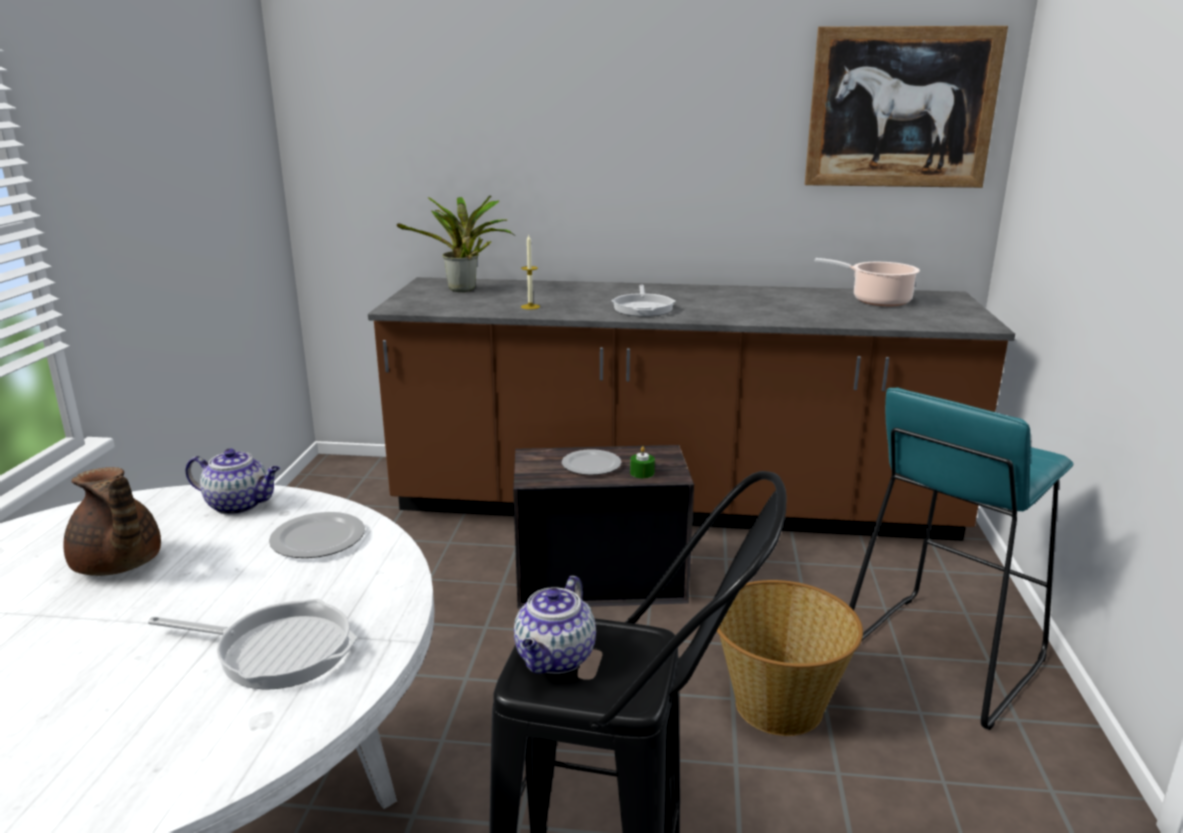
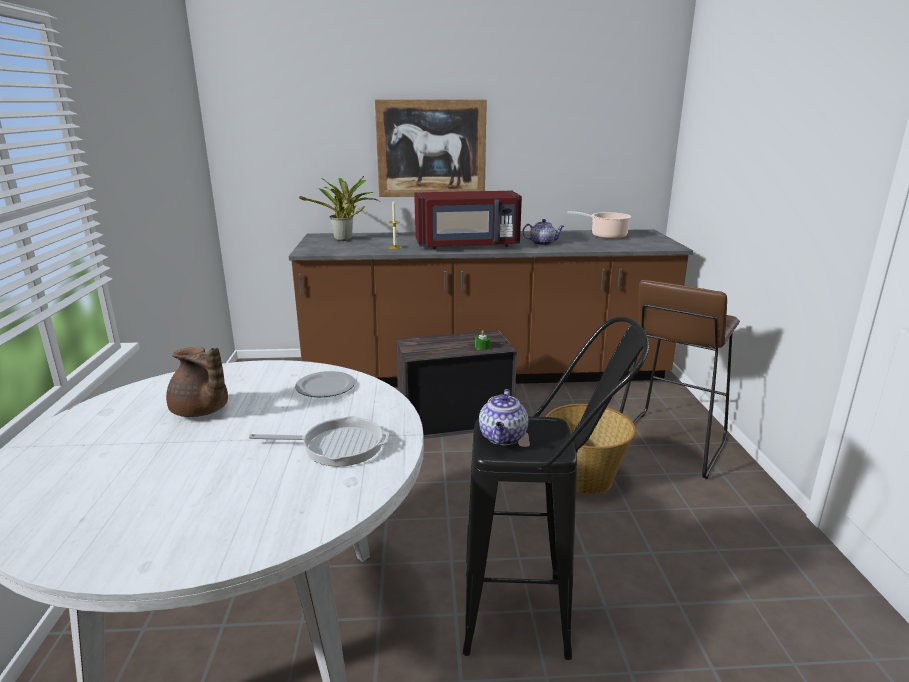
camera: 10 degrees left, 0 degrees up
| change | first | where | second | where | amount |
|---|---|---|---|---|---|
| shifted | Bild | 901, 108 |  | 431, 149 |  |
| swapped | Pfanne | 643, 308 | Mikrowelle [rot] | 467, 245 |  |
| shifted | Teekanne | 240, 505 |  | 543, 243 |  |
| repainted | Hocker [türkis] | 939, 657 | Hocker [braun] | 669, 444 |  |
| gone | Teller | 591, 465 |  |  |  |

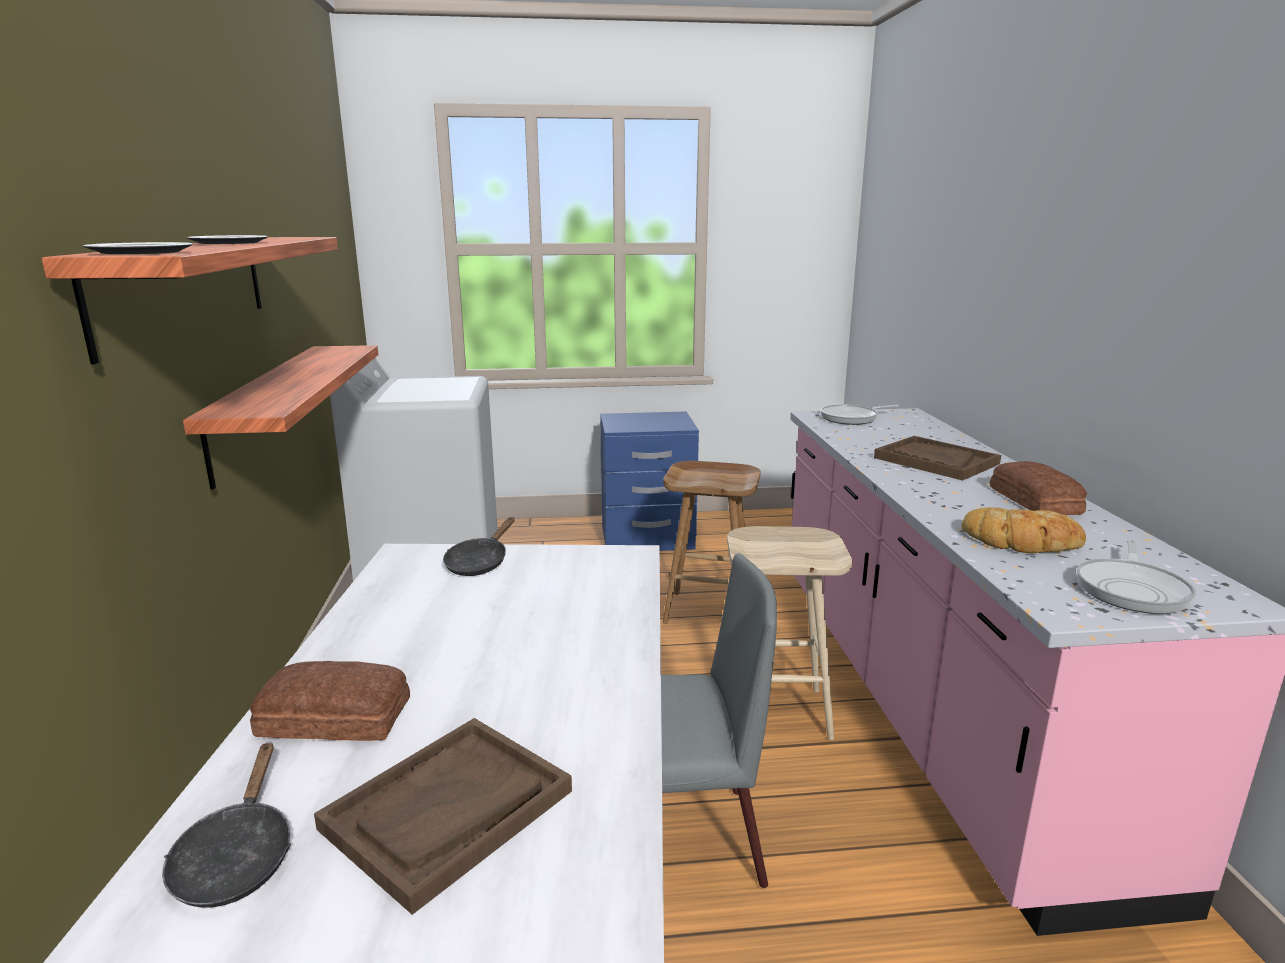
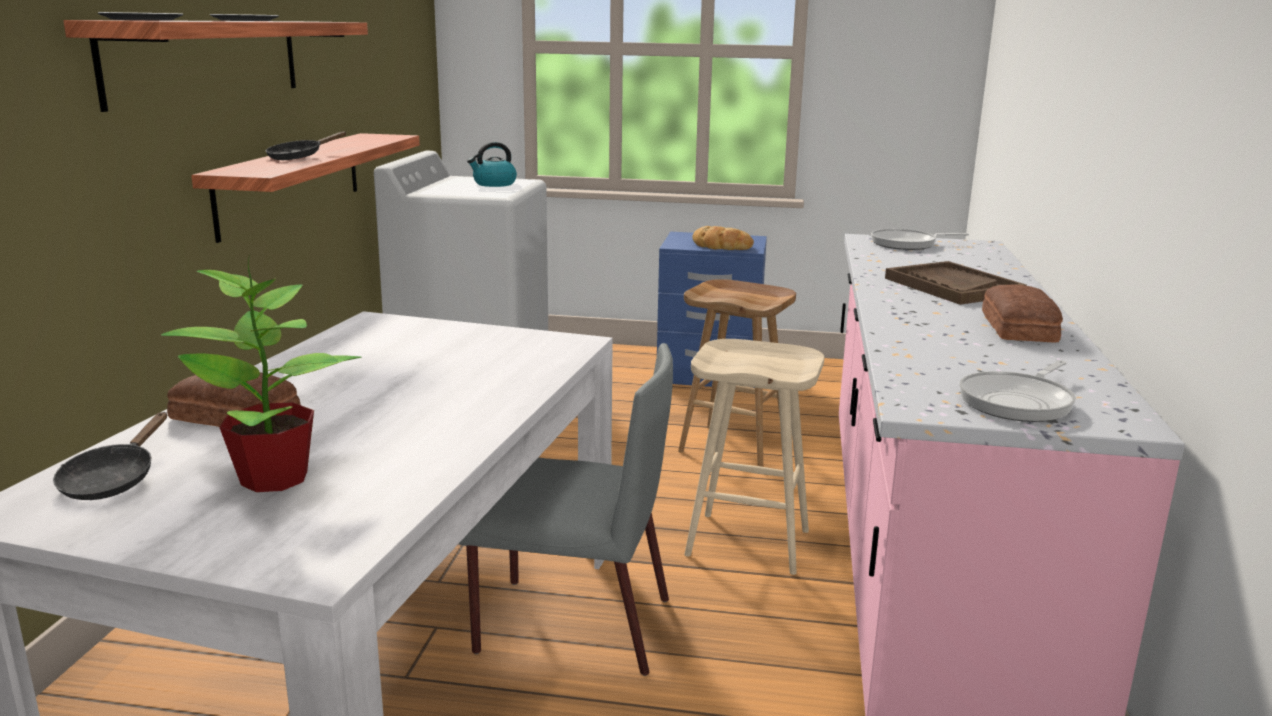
camera: 15 degrees right, 0 degrees up
| change | first | where | second | where | amount |
|---|---|---|---|---|---|
| swapped | Tablett [braun] | 448, 810 | Topfpflanze | 276, 478 |  |
| shifted | Pfanne [schwarz] | 479, 563 |  | 299, 157 |  |
| new |  |  | Wasserkessel | 494, 184 |  |
| shifted | Brot | 1022, 541 |  | 720, 246 |  |

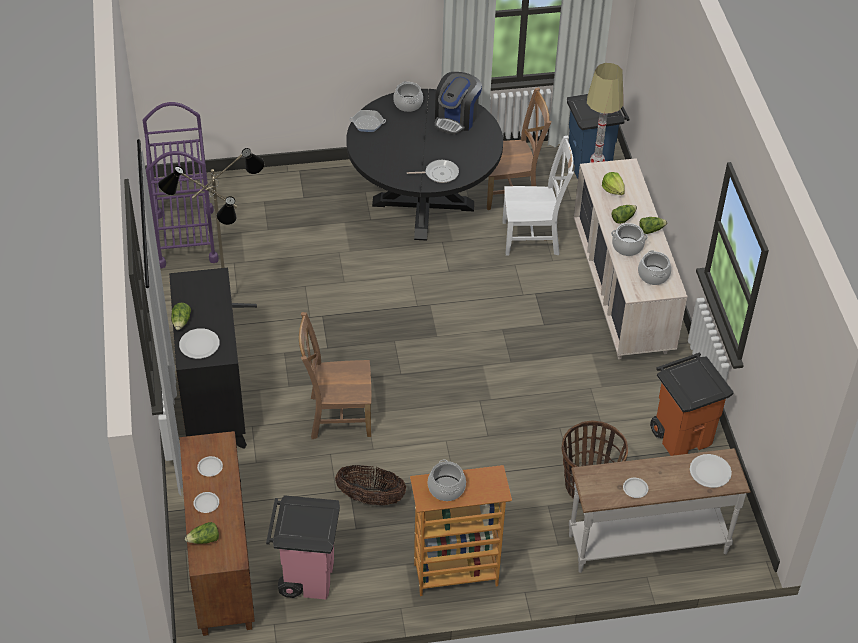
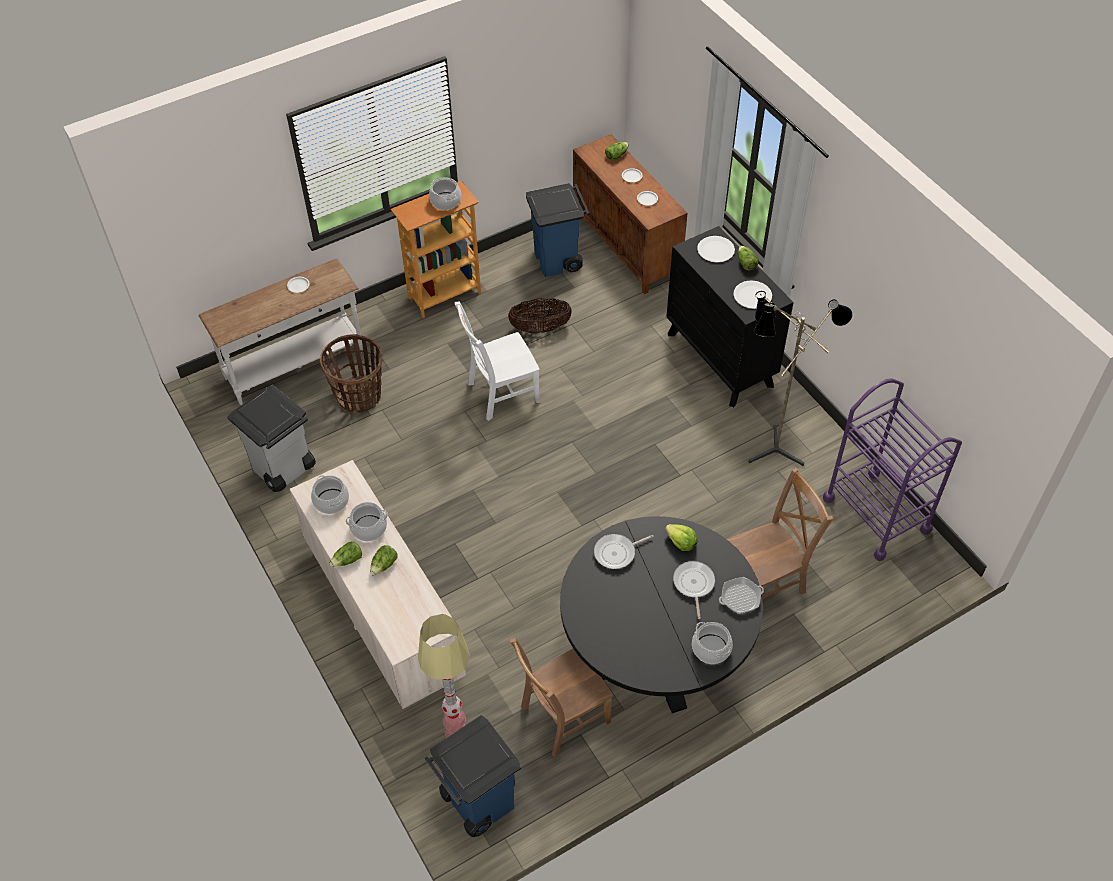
camera: 160 degrees right, 5 degrees up
| change | first | where | second | where | amount |
|---|---|---|---|---|---|
| repainted | Mülleimer [orange] | 682, 436 | Mülleimer [grau] | 283, 470 |  |
| shifted | Stuhl [weiß] | 533, 238 |  | 500, 393 |  |
| repainted | Mülleimer [rosa] | 307, 576 | Mülleimer [blau] | 558, 260 |  |
| shifted | Salatkopf | 613, 189 |  | 681, 542 |  |
| new |  |  | Pfanne | 693, 584 |  |
| shifted | Stuhl [braun] | 337, 416 |  | 767, 580 |  |
| shifted | Teller [weiß] | 710, 472 |  | 752, 296 |  |
| gone | Kaffeemaschine | 456, 118 |  |  |  |

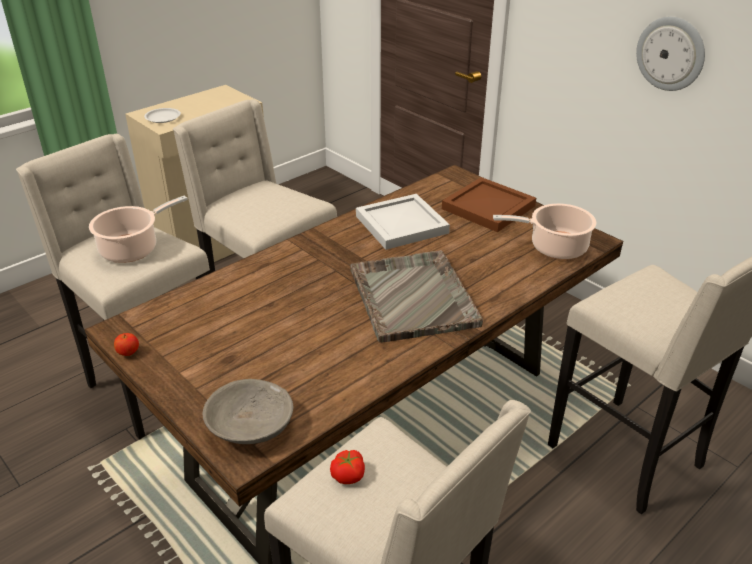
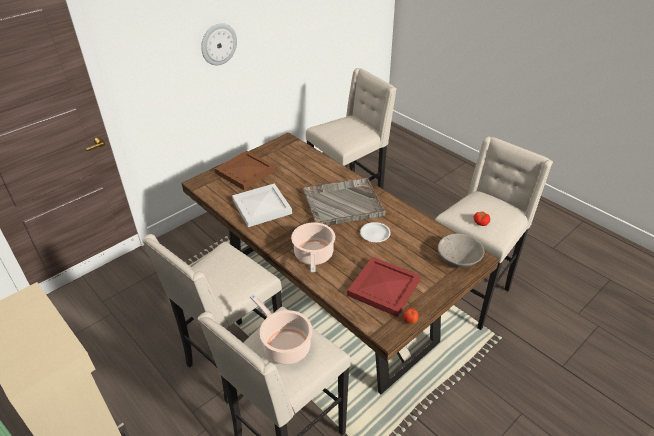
camera: 90 degrees left, 5 degrees up
| change | first | where | second | where | amount |
|---|---|---|---|---|---|
| shifted | Kochtopf | 554, 247 |  | 313, 256 |  |
| new |  |  | Tablett [rot] | 383, 287 |  |
| shifted | Teller [weiß] | 163, 118 |  | 374, 234 |  |

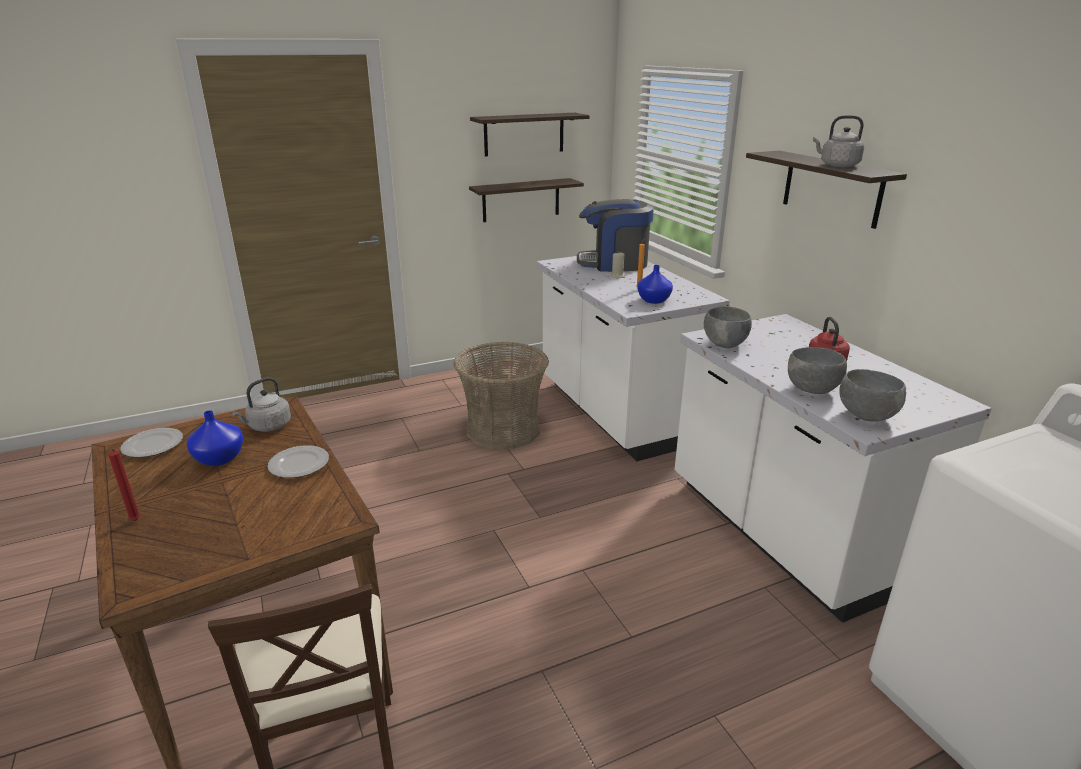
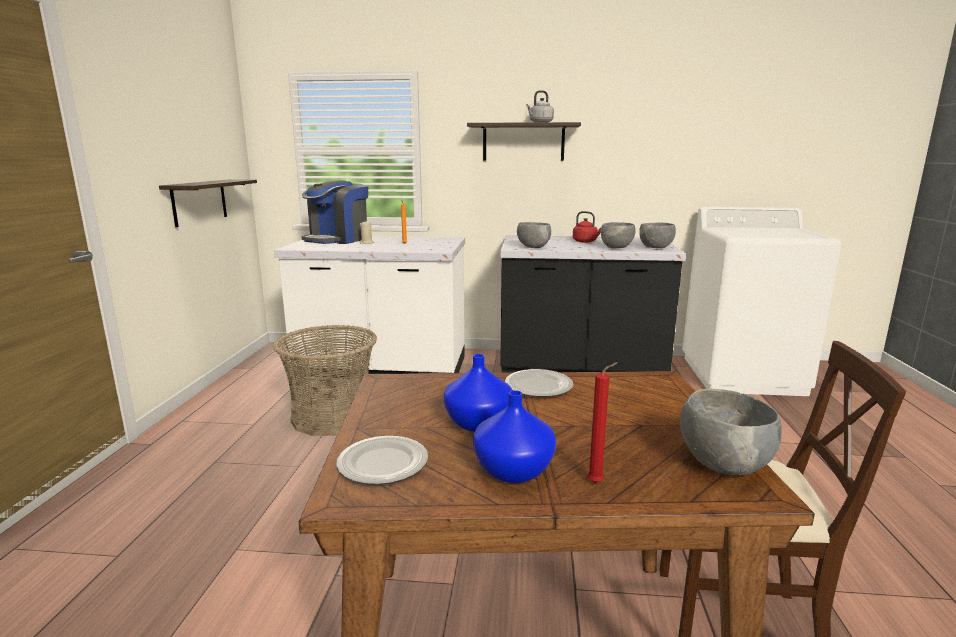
camera: 60 degrees left, 10 degrees down
| change | first | where | second | where | amount |
|---|---|---|---|---|---|
| shifted | Vase [blau] | 653, 300 |  | 514, 472 |  |
| repainted | Küchenzeile [weiß] | 785, 533 | Küchenzeile [schwarz] | 580, 369 |  |
| new |  |  | Schüssel [grau] | 722, 465 |  |
| gone | Wasserkessel [grau] | 268, 426 |  |  |  |
| gone | Wandregal | 524, 134 |  |  |  |

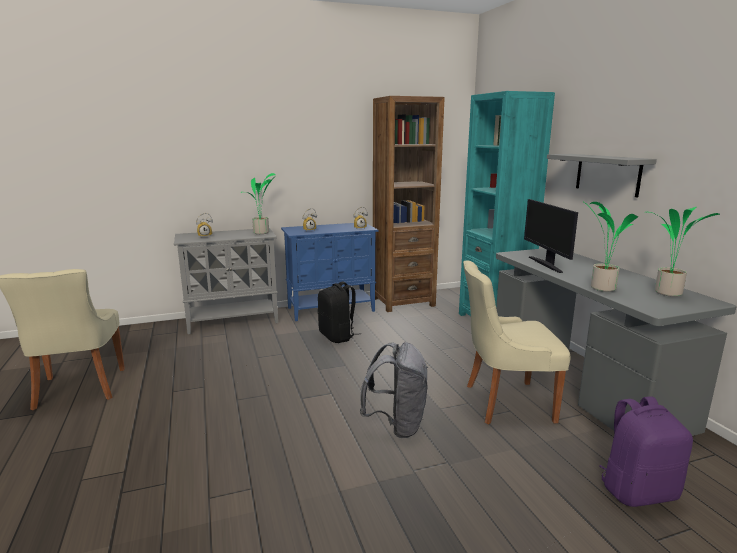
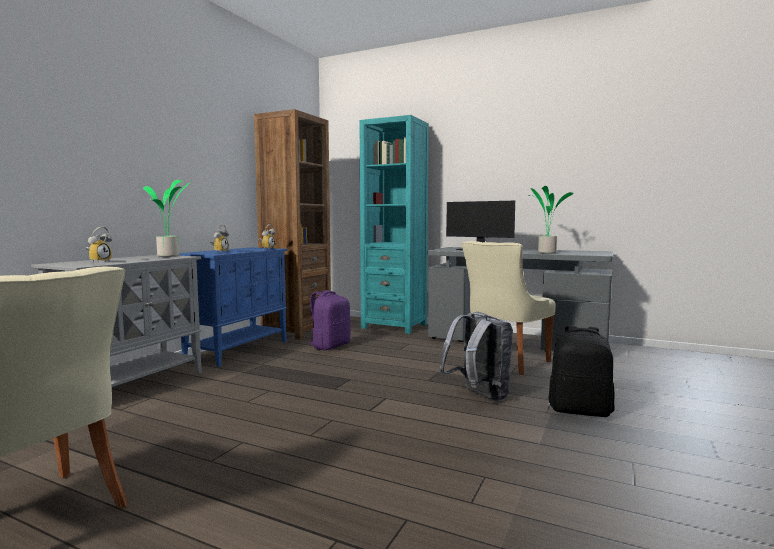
camera: 45 degrees left, 10 degrees down
| change | first | where | second | where | amount |
|---|---|---|---|---|---|
| shifted | Rucksack [lila] | 638, 491 |  | 330, 346 |  |
| shifted | Rucksack [schwarz] | 337, 336 |  | 580, 410 |  |
| gone | Wandregal [grau] | 607, 174 |  |  |  |
| gone | Topfpflanze | 666, 293 |  |  |  |

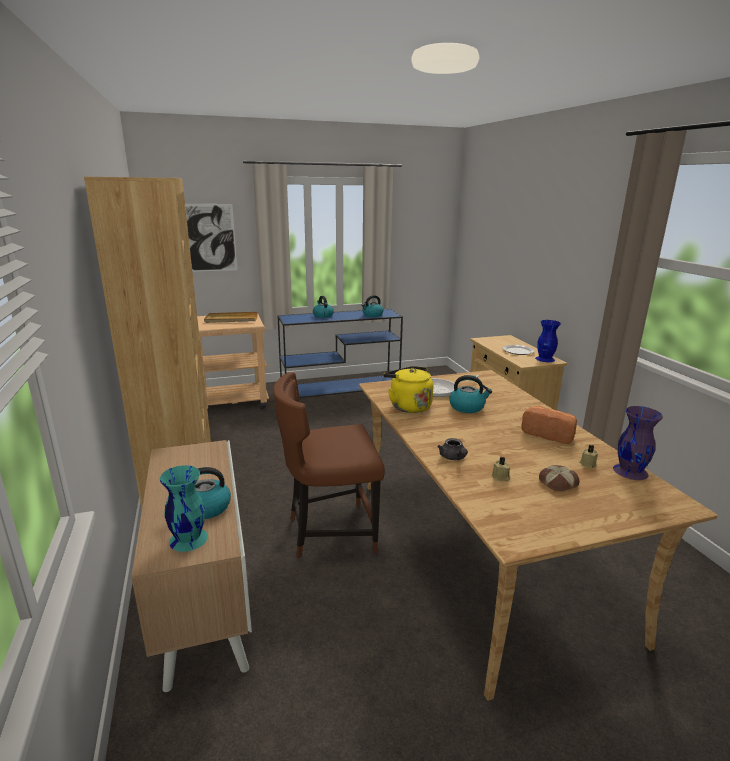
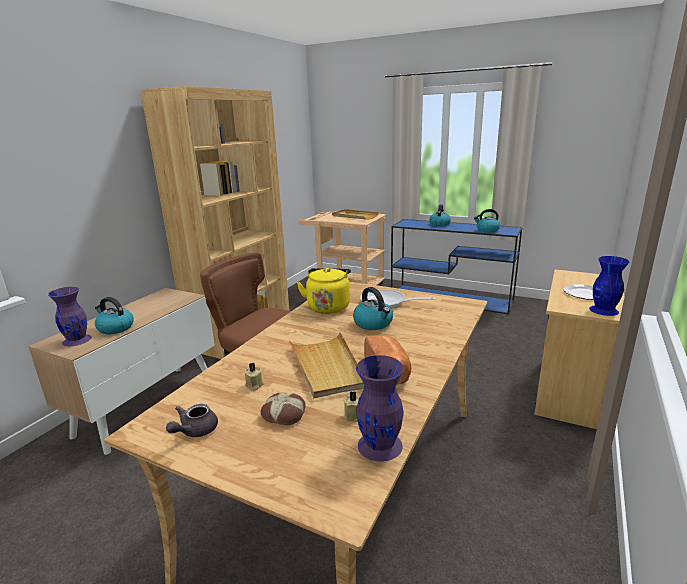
camera: 45 degrees right, 0 degrees up
| change | first | where | second | where | amount |
|---|---|---|---|---|---|
| repainted | Vase [türkis] | 188, 538 | Vase [lila] | 77, 340 |  |
| shifted | Teekanne [grau] | 453, 458 |  | 195, 431 |  |
| new |  |  | Tablett [beige] | 327, 367 |  |
| gone | Bild | 209, 238 |  |  |  |

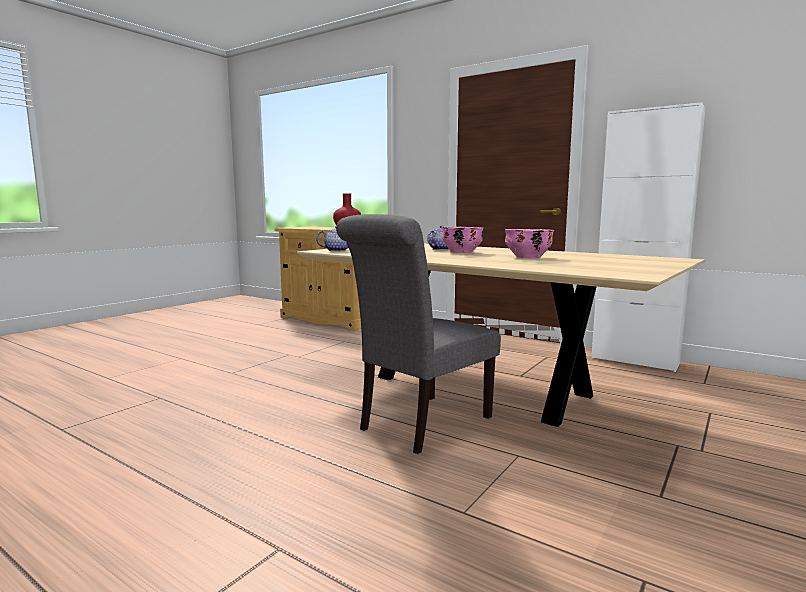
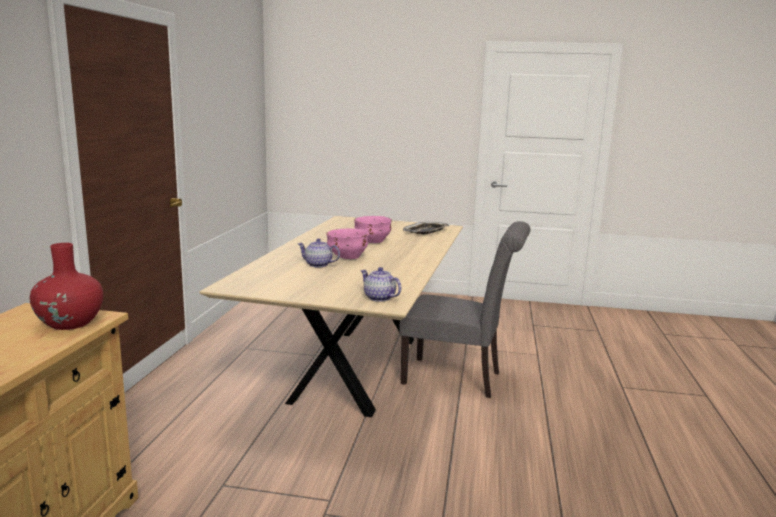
camera: 115 degrees left, 5 degrees up
| change | first | where | second | where | amount |
|---|---|---|---|---|---|
| new |  |  | Tablett | 426, 231 |  |
| gone | Schrank [weiß] | 635, 360 |  |  |  |

